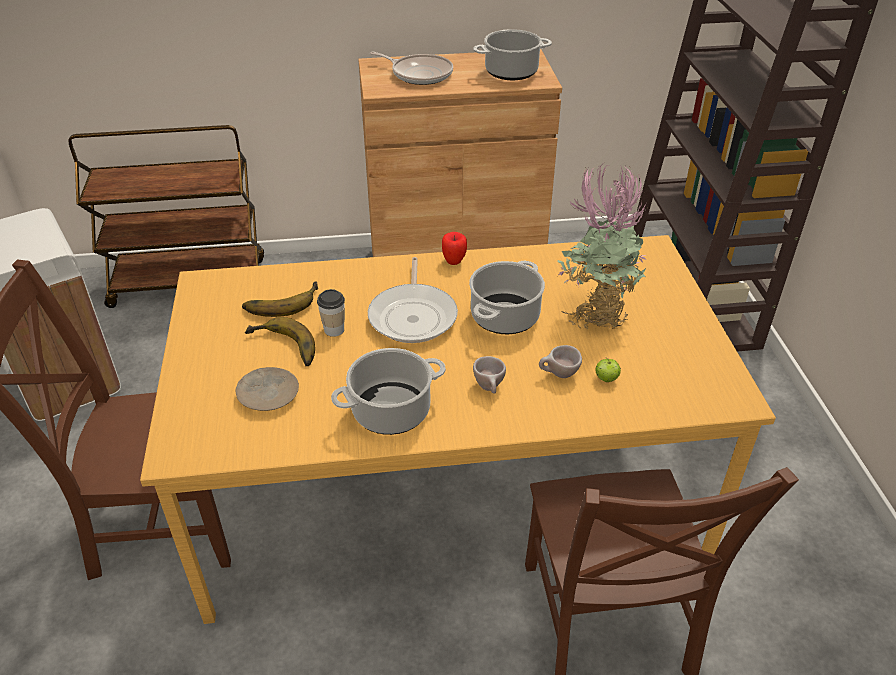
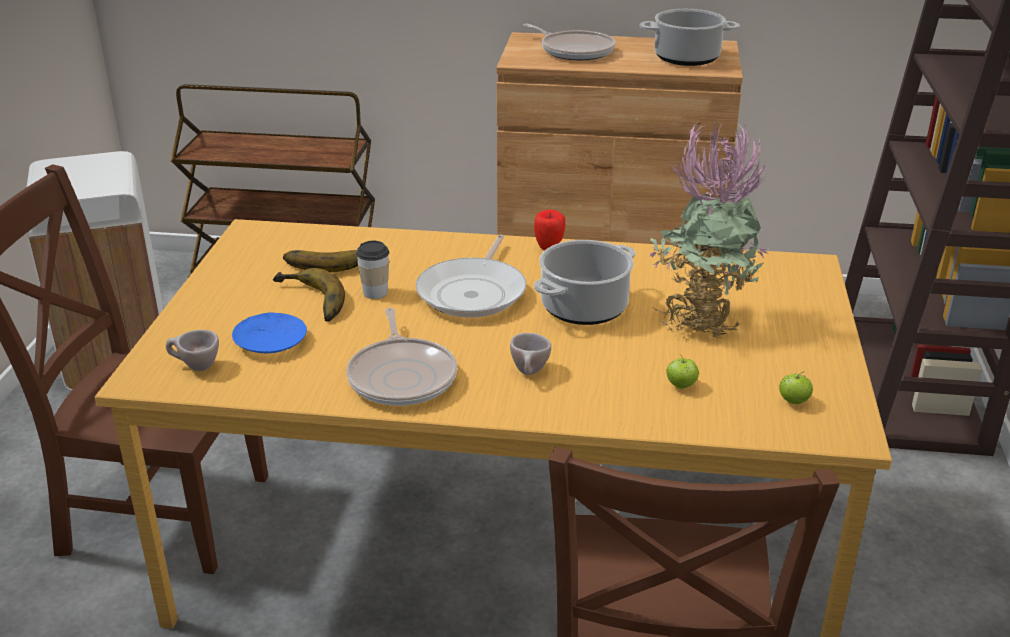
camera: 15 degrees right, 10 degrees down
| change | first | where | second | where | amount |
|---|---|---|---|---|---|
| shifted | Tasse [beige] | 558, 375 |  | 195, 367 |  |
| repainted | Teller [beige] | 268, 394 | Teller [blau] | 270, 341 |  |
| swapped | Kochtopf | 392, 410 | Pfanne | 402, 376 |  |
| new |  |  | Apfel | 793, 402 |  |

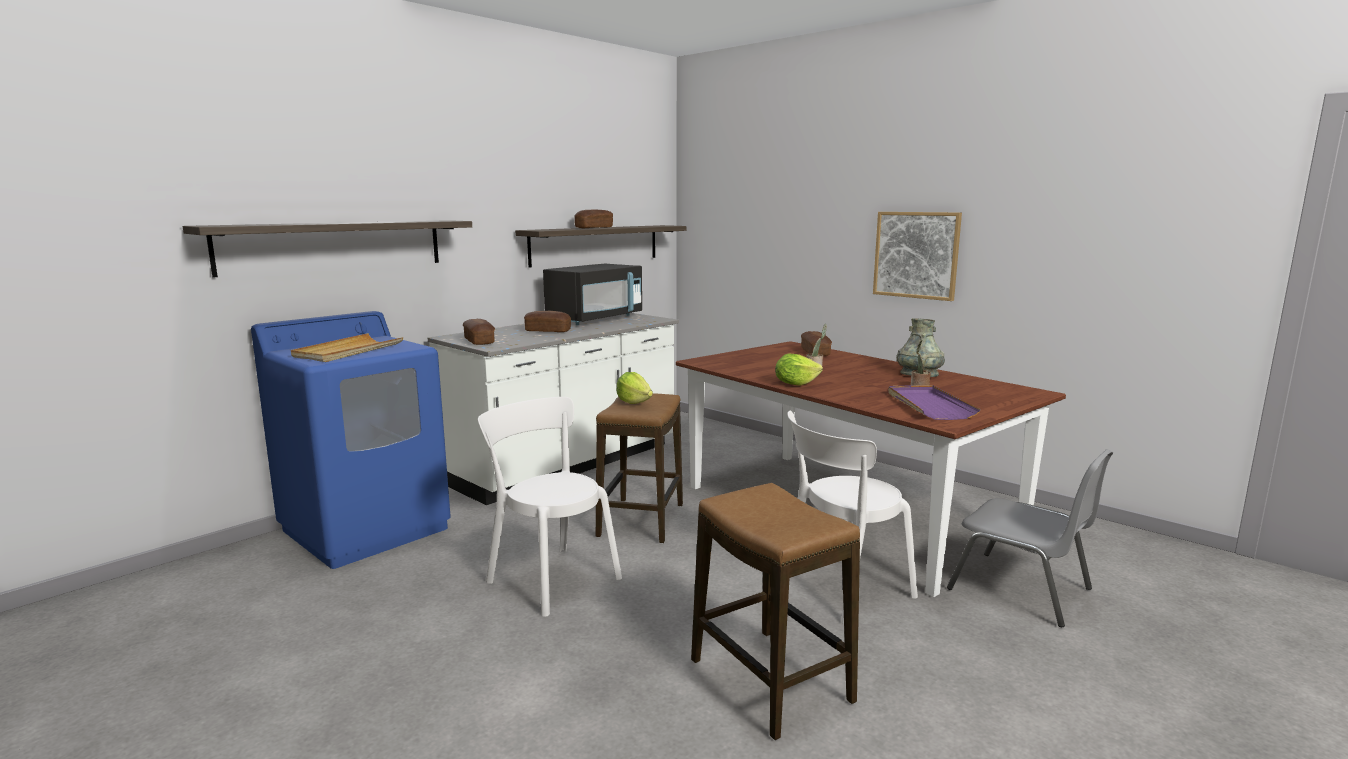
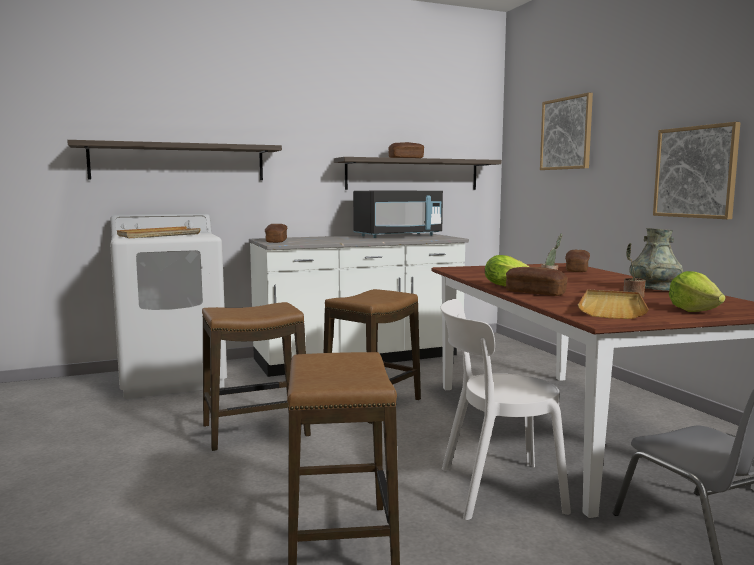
camera: 25 degrees right, 5 degrees down
| change | first | where | second | where | amount |
|---|---|---|---|---|---|
| repainted | Waschmaschine [blau] | 366, 529 | Waschmaschine [weiß] | 173, 378 |  |
| swapped | Stuhl [weiß] | 550, 577 | Hocker | 256, 431 |  |
| shifted | Brot | 548, 331 |  | 535, 293 |  |
| new |  |  | Bild | 566, 133 |  |
| repainted | Tablett [lila] | 929, 405 | Tablett [beige] | 612, 308 |  |
| shifted | Salatkopf | 634, 402 |  | 693, 310 |  |

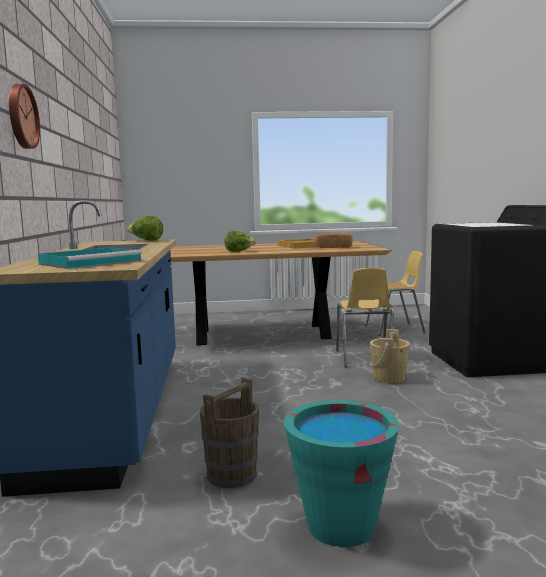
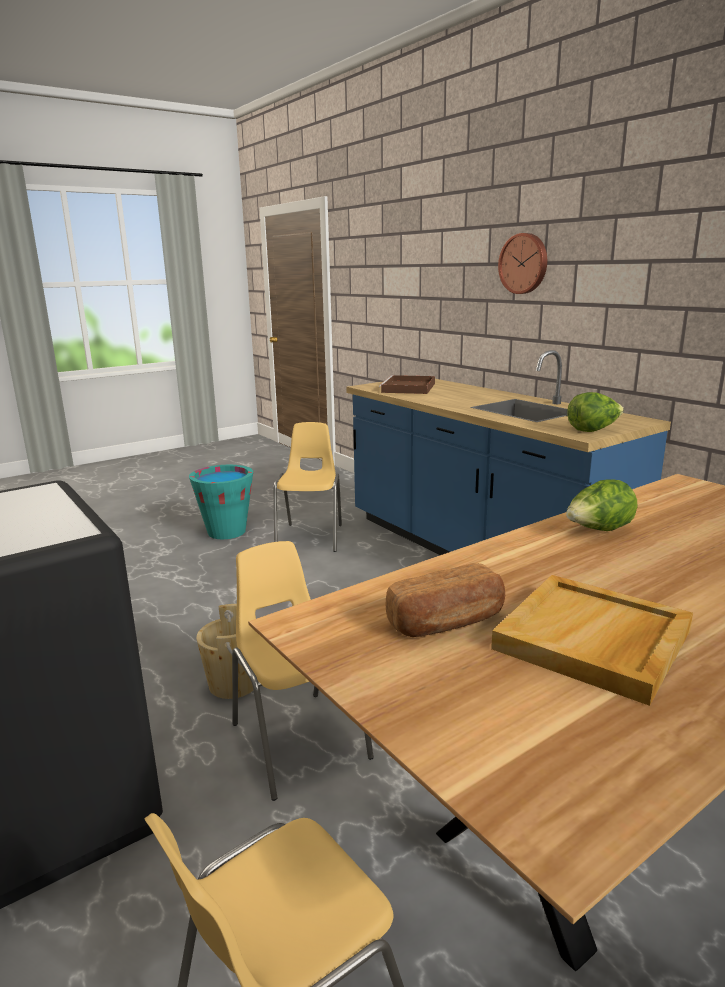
camera: 150 degrees right, 10 degrees up
| change | first | where | second | where | amount |
|---|---|---|---|---|---|
| swapped | Eimer [braun] | 231, 475 | Stuhl [gelb] | 311, 537 |  |
| repainted | Tablett [türkis] | 92, 262 | Tablett [braun] | 408, 388 |  |

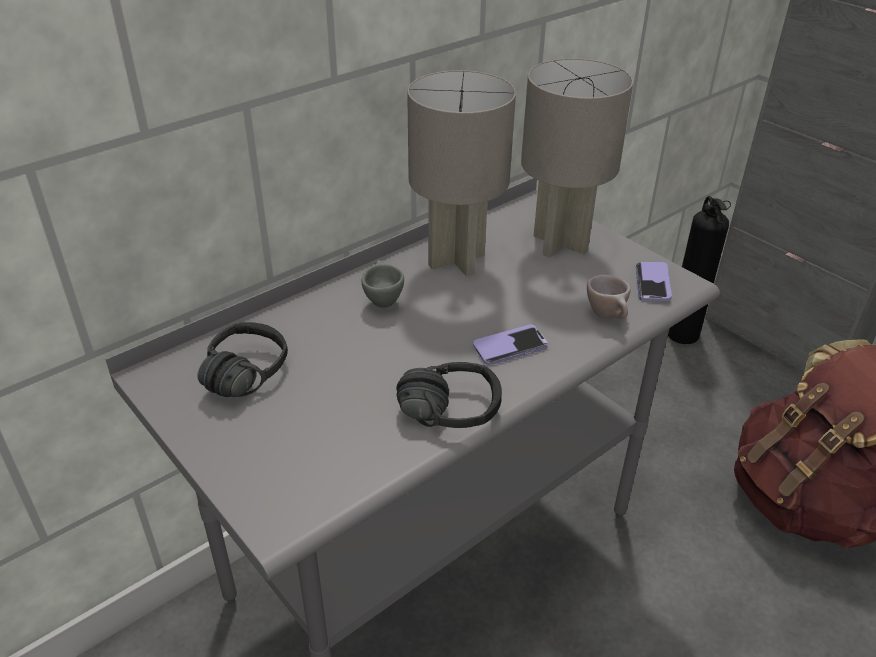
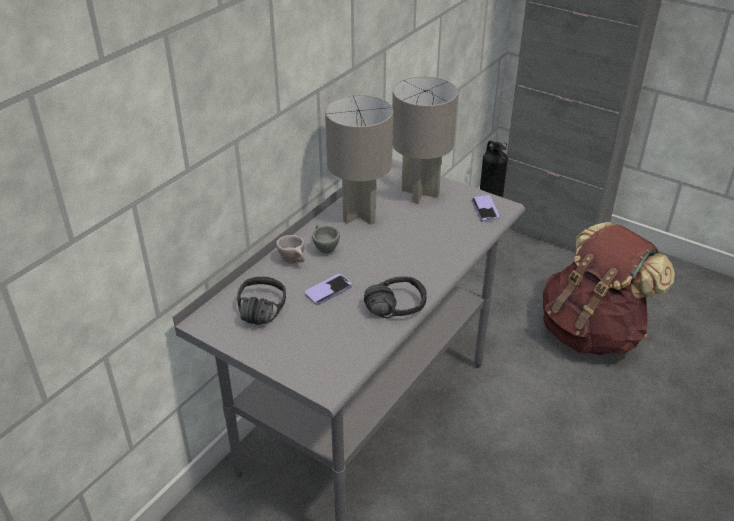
camera: 15 degrees left, 0 degrees up
| change | first | where | second | where | amount |
|---|---|---|---|---|---|
| shifted | Tasse [beige] | 608, 316 |  | 294, 261 |  |
| shifted | Handy | 510, 346 |  | 328, 290 |  |

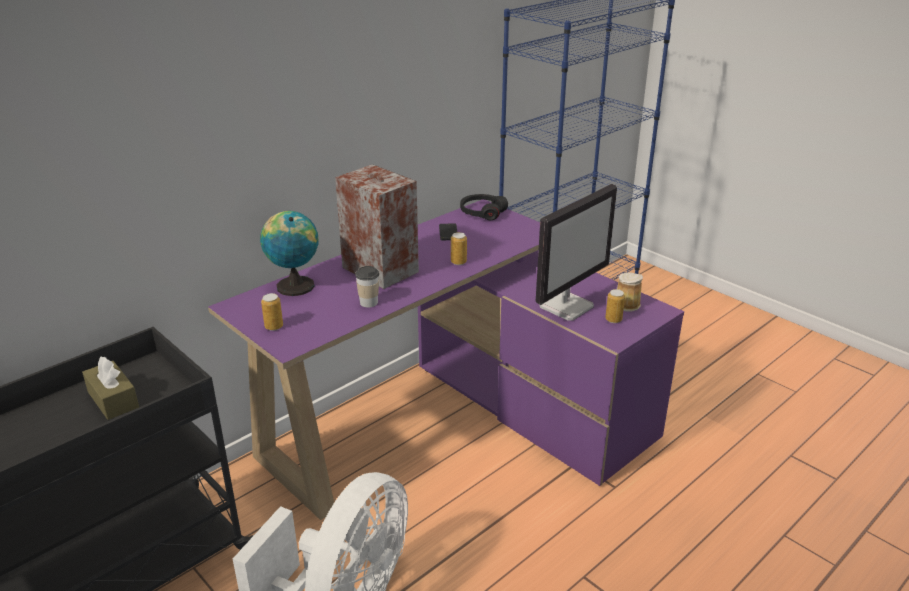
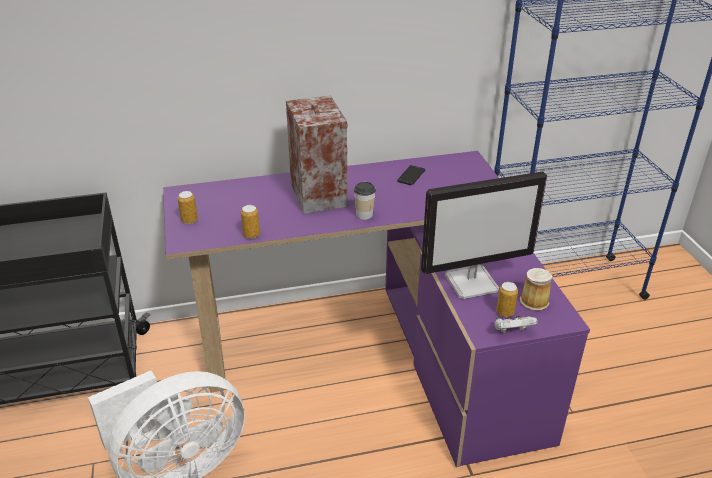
camera: 30 degrees right, 5 degrees up
| change | first | where | second | where | amount |
|---|---|---|---|---|---|
| shifted | Dose | 458, 262 |  | 251, 235 |  |
| shifted | Tasse | 369, 302 |  | 364, 215 |  |
| new |  |  | Gamepad [weiß] | 512, 332 |  |
| gone | Taschentuchbox [braun] | 113, 399 |  |  |  |
| gone | Globus | 294, 285 |  |  |  |
| gone | Kopfhörer [schwarz] | 482, 213 |  |  |  |

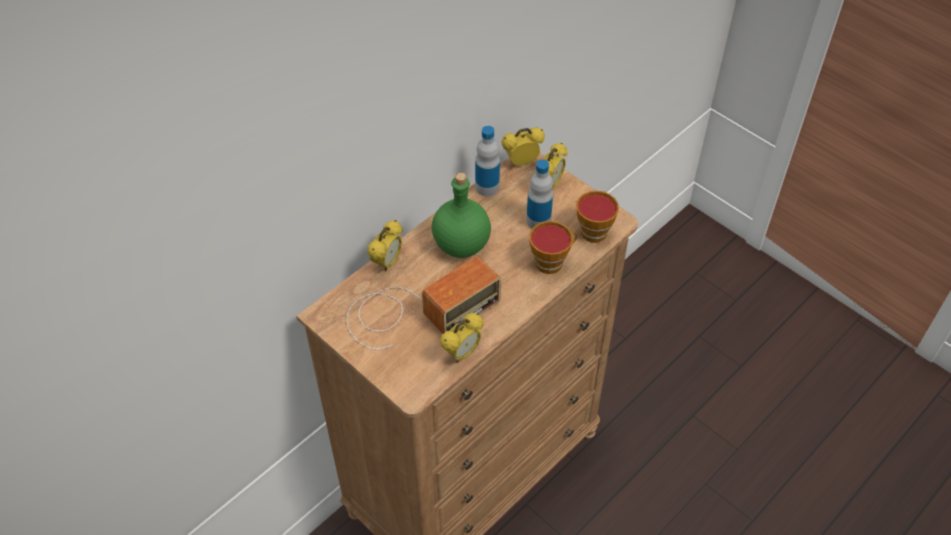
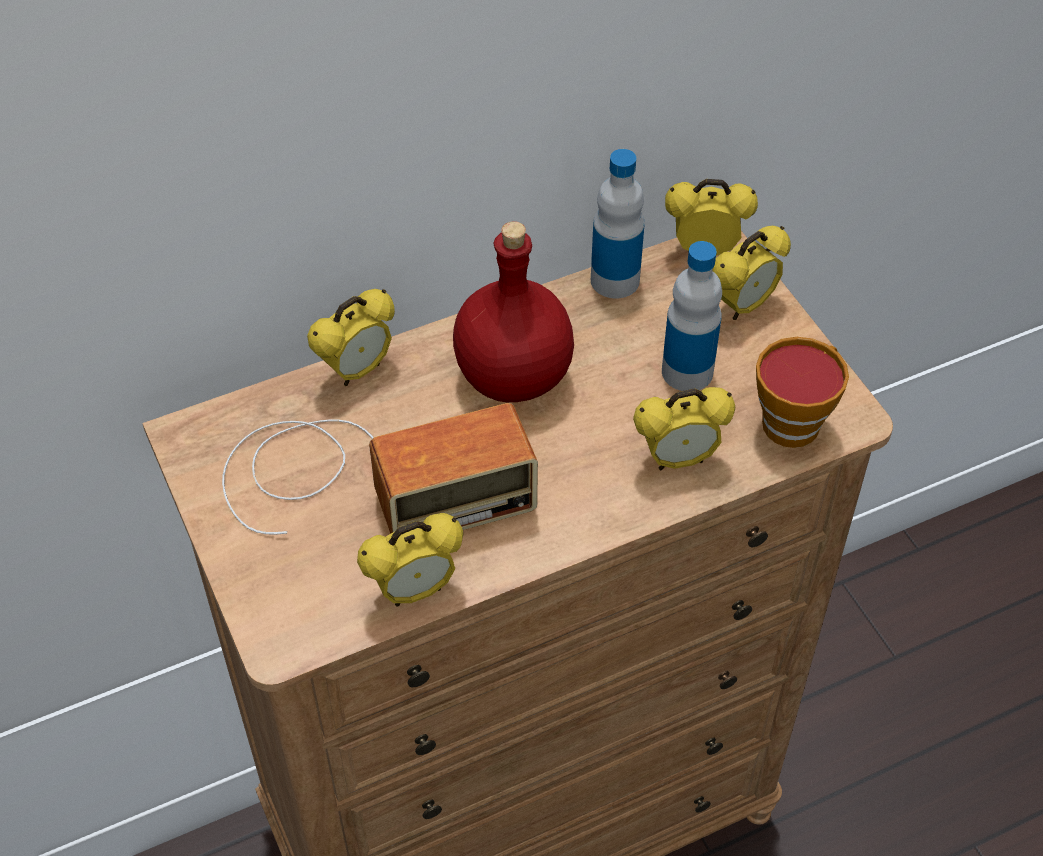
camera: 20 degrees right, 0 degrees up
| change | first | where | second | where | amount |
|---|---|---|---|---|---|
| repainted | Flasche [grün] | 462, 245 | Flasche [rot] | 515, 377 |  |
| swapped | Tasse | 552, 261 | Wecker | 678, 459 |  |

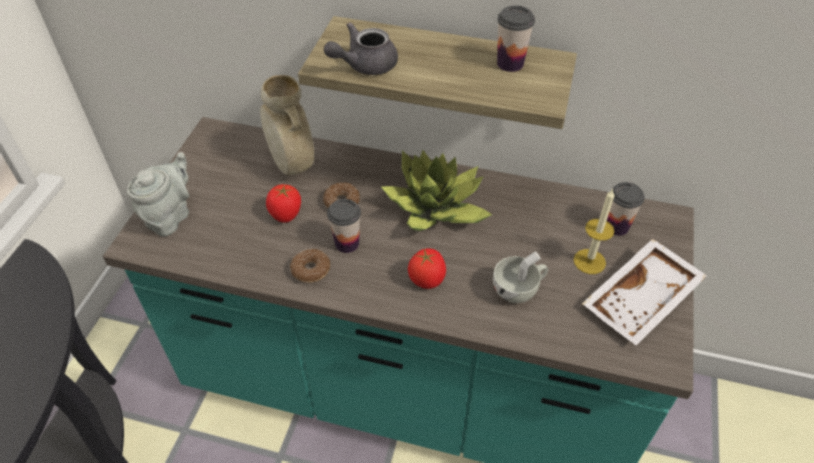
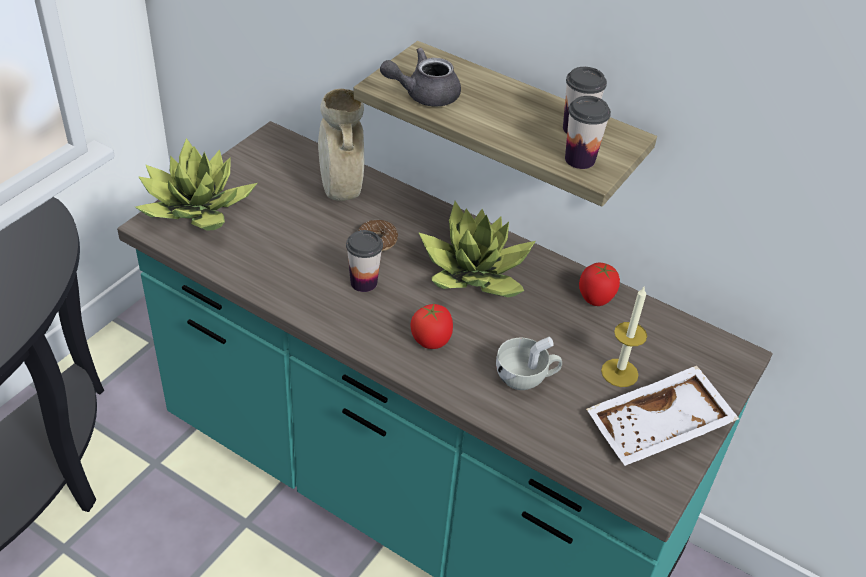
camera: 15 degrees right, 5 degrees down
| change | first | where | second | where | amount |
|---|---|---|---|---|---|
| swapped | Teekanne [grau] | 170, 216 | Topfpflanze | 197, 209 |  |
| shifted | Tasse | 616, 226 |  | 580, 159 |  |
| shifted | Tomate | 286, 215 |  | 595, 298 |  |
| gone | Donut | 311, 270 |  |  |  |

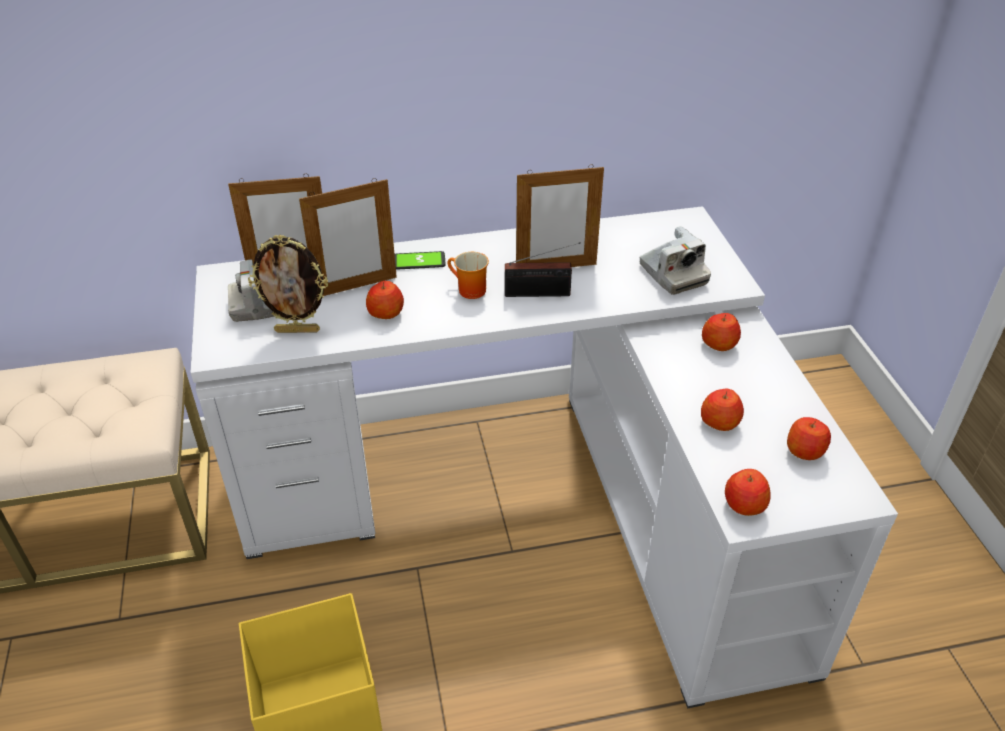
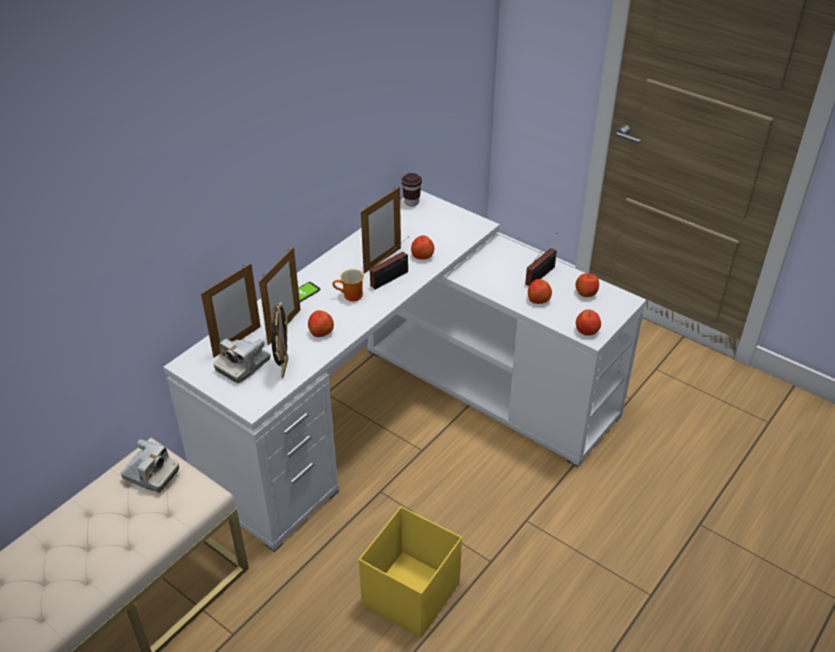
camera: 40 degrees left, 0 degrees up
| change | first | where | second | where | amount |
|---|---|---|---|---|---|
| shifted | Kamera | 672, 274 |  | 151, 474 |  |
| rotated | Bilderrahmen | 298, 330 |  | 283, 367 | 45 degrees counterclockwise |
| new |  |  | Tasse [braun] | 411, 202 |  |
| shifted | Apfel | 719, 344 |  | 422, 255 |  |
| new |  |  | Radio | 542, 275 |  |

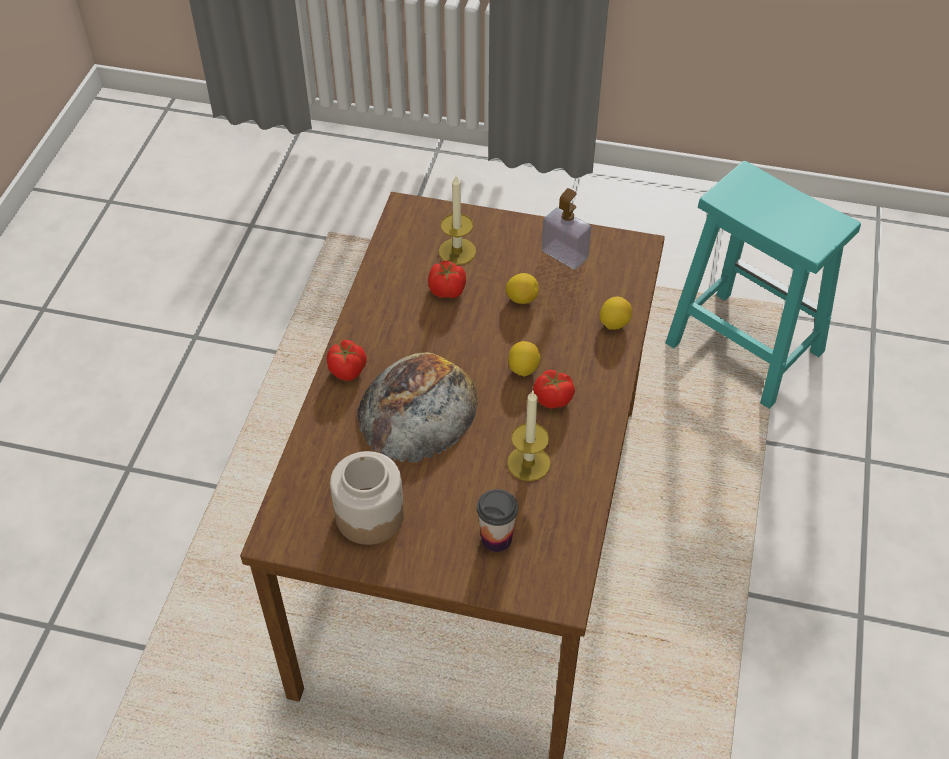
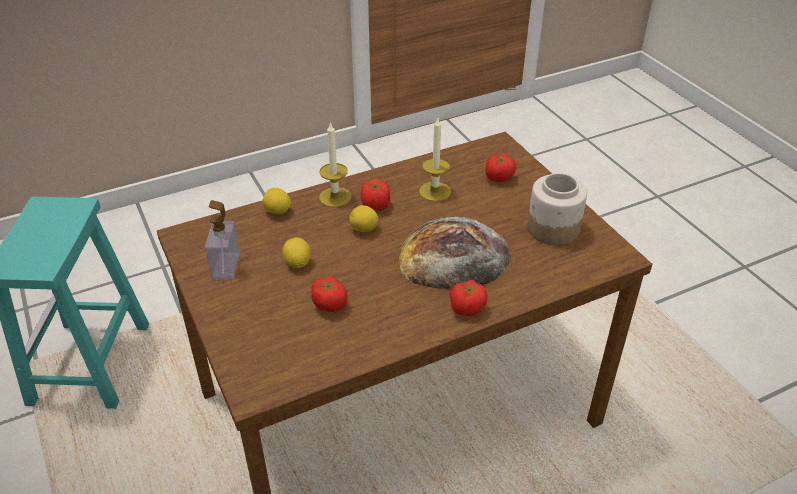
camera: 130 degrees left, 10 degrees down
| change | first | where | second | where | amount |
|---|---|---|---|---|---|
| shifted | Kerze | 457, 251 |  | 335, 197 |  |
| swapped | Tasse | 496, 539 | Tomate | 498, 178 |  |

